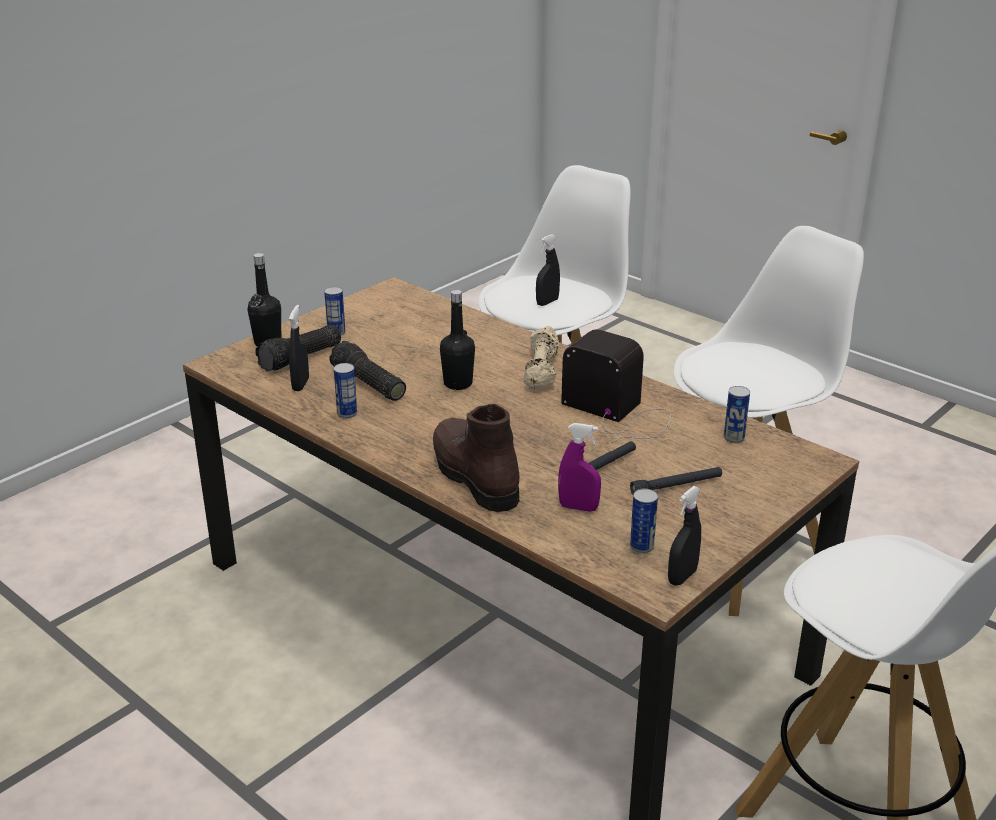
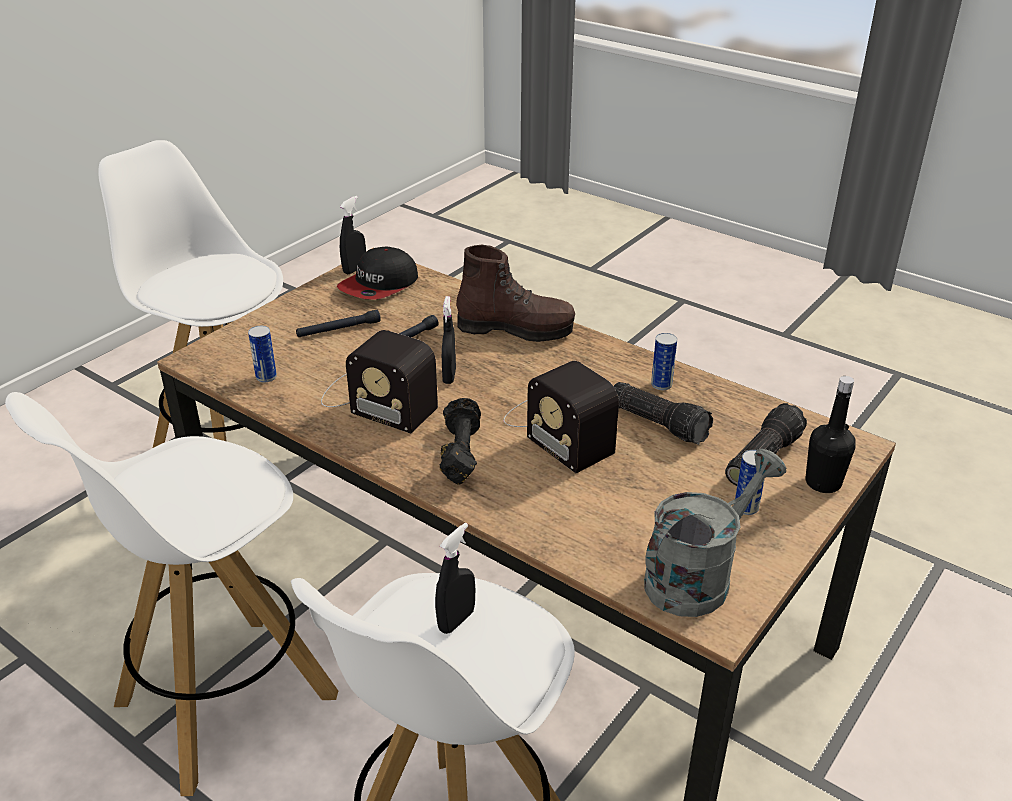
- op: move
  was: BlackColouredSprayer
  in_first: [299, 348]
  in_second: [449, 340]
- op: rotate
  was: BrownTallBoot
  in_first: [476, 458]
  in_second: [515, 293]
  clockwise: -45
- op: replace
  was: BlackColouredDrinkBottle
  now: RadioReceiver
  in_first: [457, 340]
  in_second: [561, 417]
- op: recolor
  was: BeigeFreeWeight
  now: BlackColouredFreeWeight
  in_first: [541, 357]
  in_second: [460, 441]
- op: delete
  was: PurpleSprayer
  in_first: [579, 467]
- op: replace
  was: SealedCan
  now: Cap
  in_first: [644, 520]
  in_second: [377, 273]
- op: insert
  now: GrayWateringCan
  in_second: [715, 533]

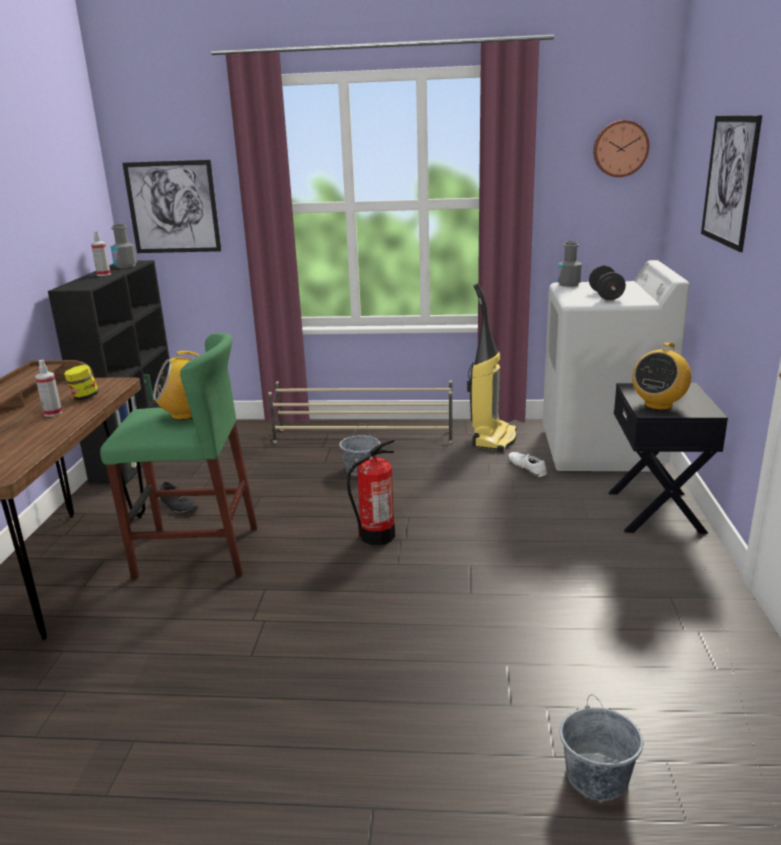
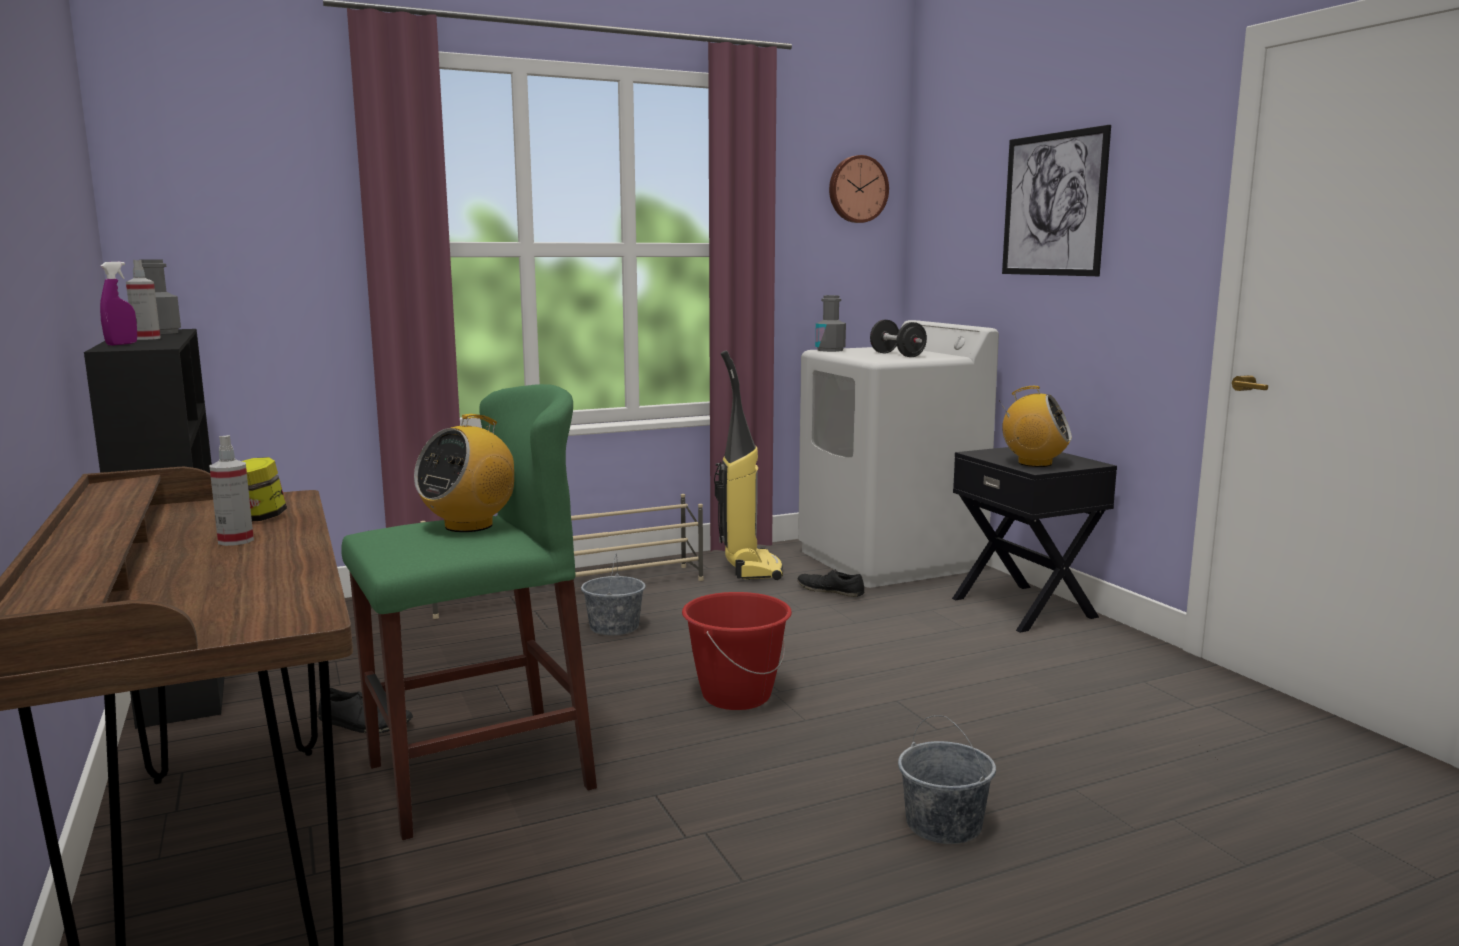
- op: delete
  was: Picture
  in_first: [172, 206]
- op: replace
  was: Extinguisher
  now: ReddishBucket
  in_first: [371, 492]
  in_second: [737, 651]
- op: recolor
  was: WhitishLowShoe
  now: BlackColouredLowShoe
  in_first: [527, 464]
  in_second: [830, 583]
- op: move
  was: GrayBucket
  in_first: [602, 747]
  in_second: [947, 779]
- op: rotate
  was: RadioReceiver
  in_first: [661, 376]
  in_second: [1036, 426]
  clockwise: -75
- op: insert
  now: PurpleSprayer
  in_second: [118, 303]

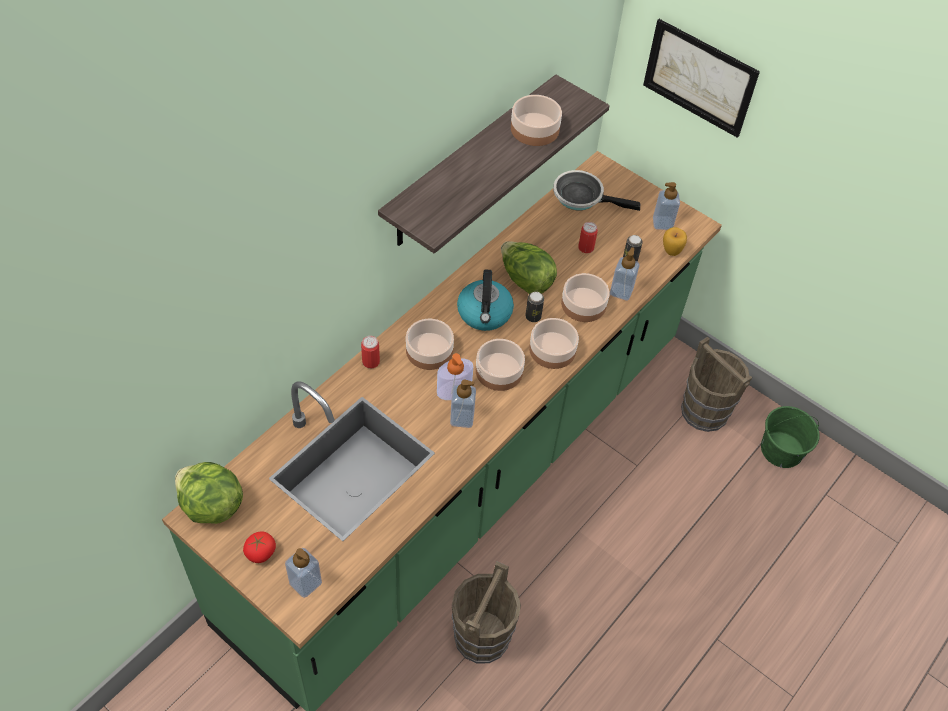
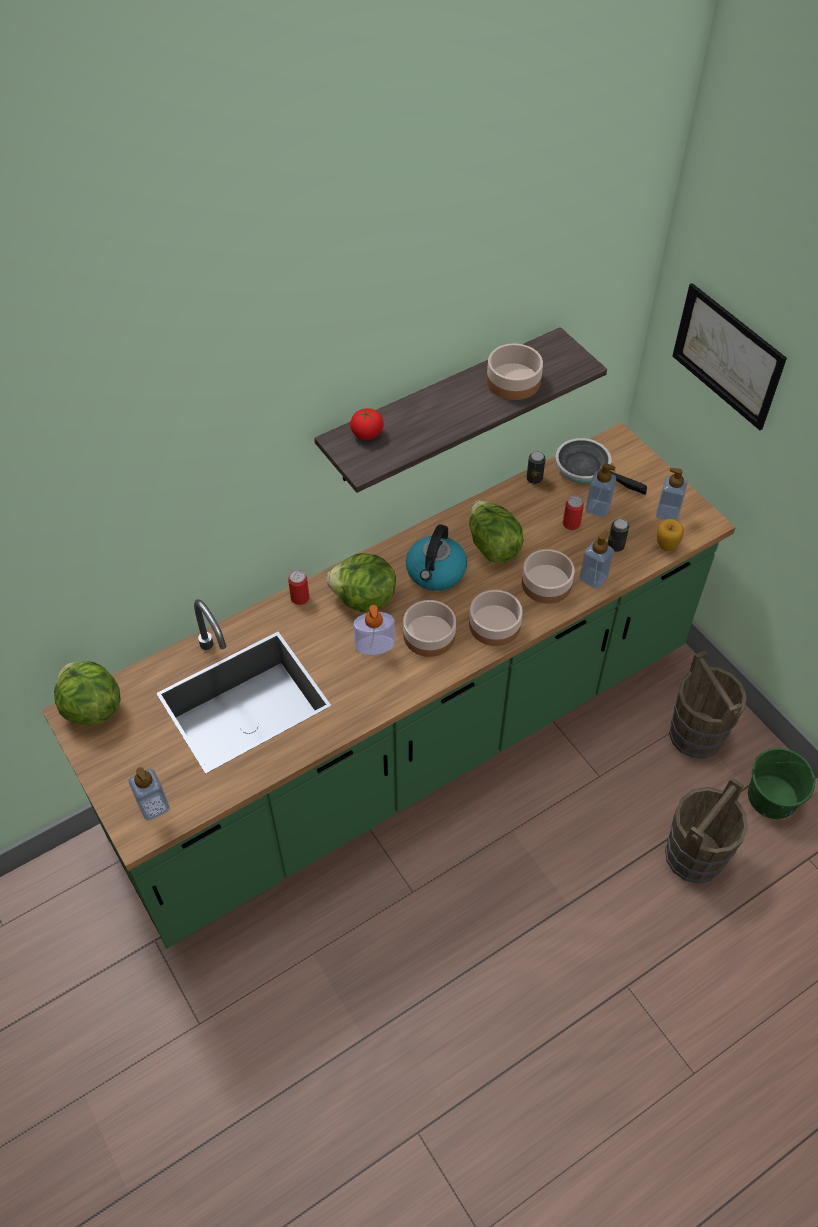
- op: move
  was: FreshTomato
  in_first: [259, 547]
  in_second: [367, 424]
- op: replace
  was: DeepDish
  now: Lettuce
  in_first: [430, 344]
  in_second: [361, 582]
- op: move
  was: LiquidSoapBottle
  in_first: [463, 404]
  in_second: [600, 490]
- op: move
  was: BrownBucket
  in_first: [486, 612]
  in_second: [706, 830]
- op: move
  was: SealedCan
  in_first: [534, 307]
  in_second: [536, 467]

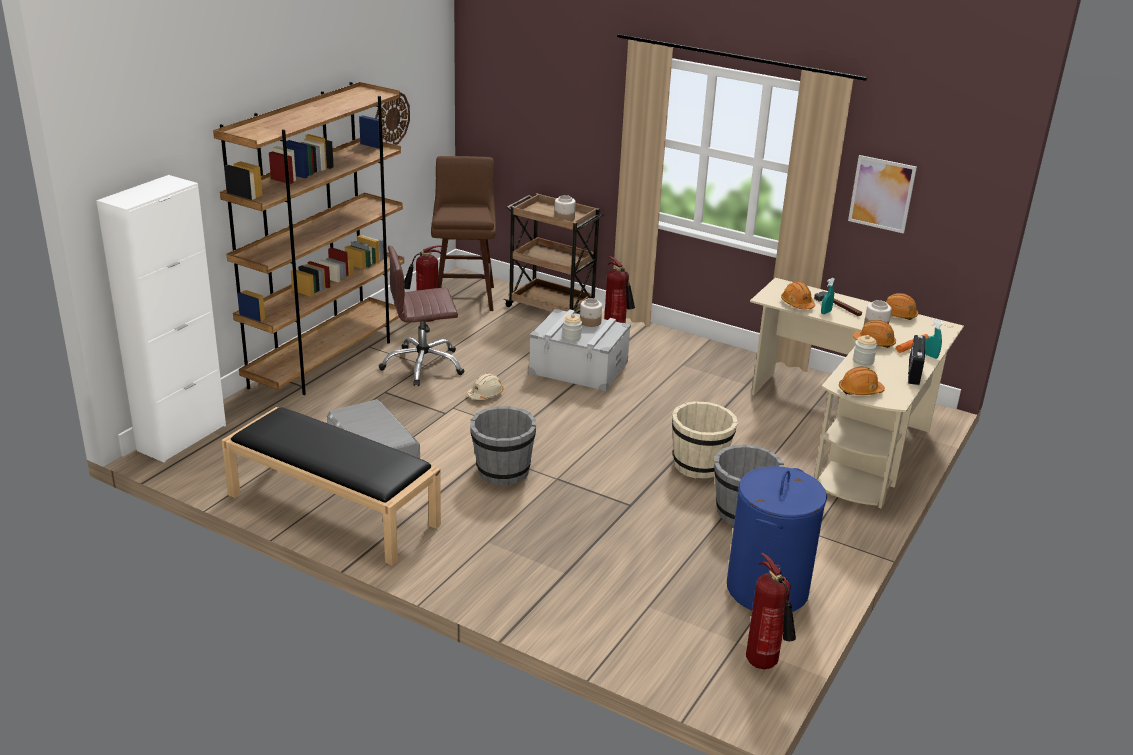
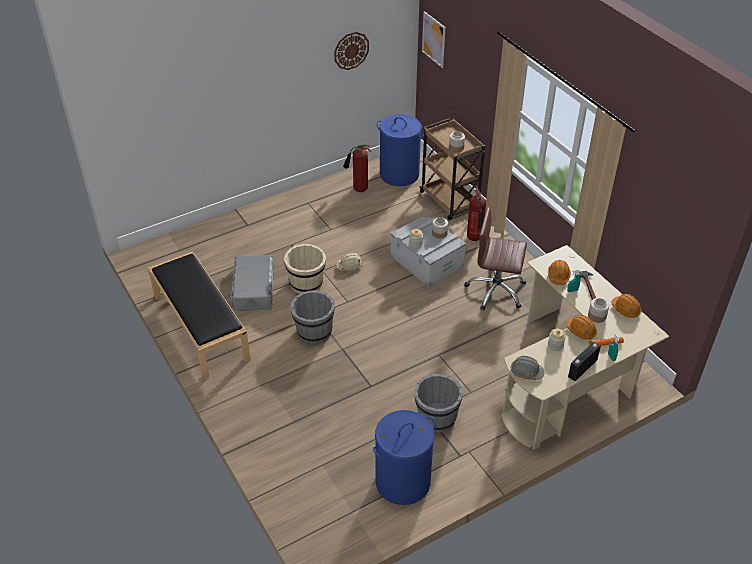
- op: delete
  was: WhitishCupboard
  in_first: [161, 318]
- op: delete
  was: BrownShelvingUnit
  in_first: [308, 238]
- op: move
  was: BrownDeskChair
  in_first: [421, 315]
  in_second: [495, 259]
- op: replace
  was: BrownStool
  now: BluishLaundryBasket
  in_first: [463, 233]
  in_second: [400, 150]
- op: move
  was: BeigeBucket
  in_first: [705, 440]
  in_second: [305, 269]
- op: delete
  was: Extinguisher
  in_first: [771, 611]
- op: recolor
  was: OrangeySafetyHelmet
  now: GraySafetyHelmet
  in_first: [862, 381]
  in_second: [528, 368]
- op: move
  was: Picture
  in_first: [882, 194]
  in_second: [434, 39]

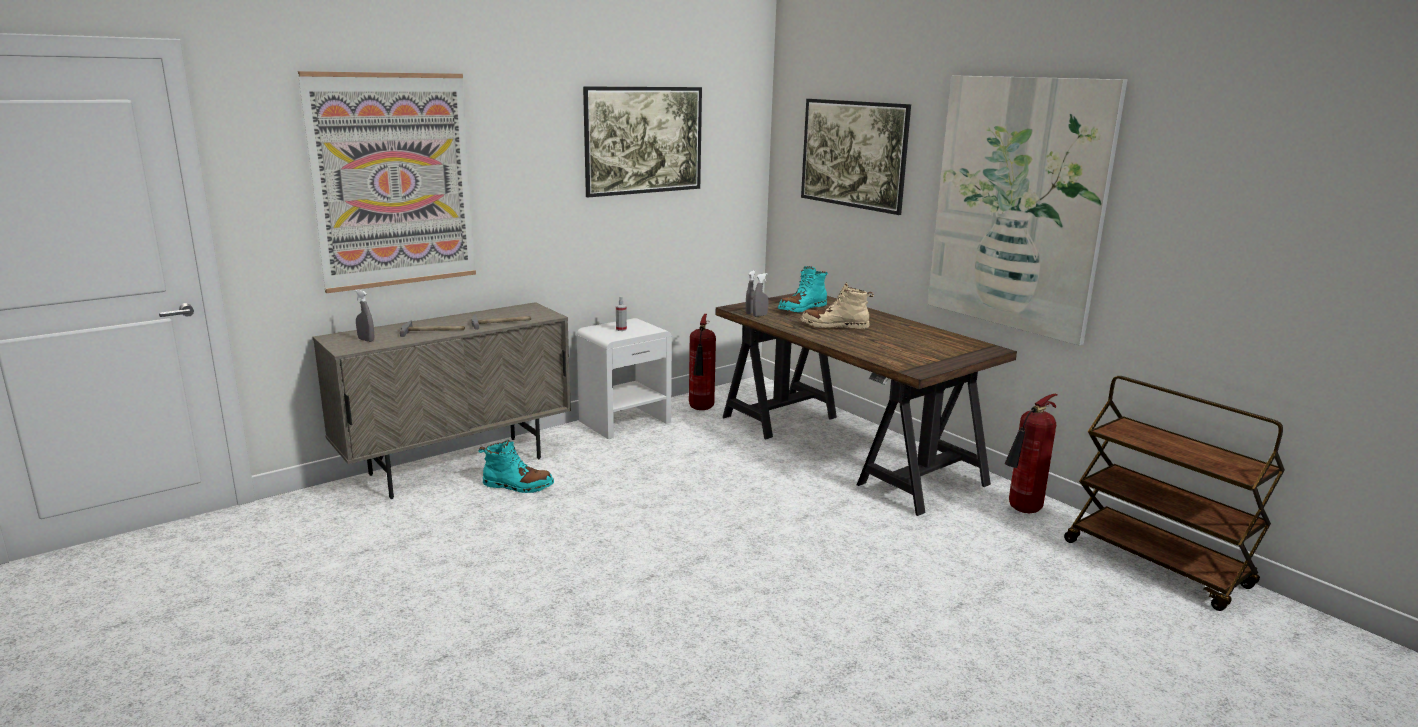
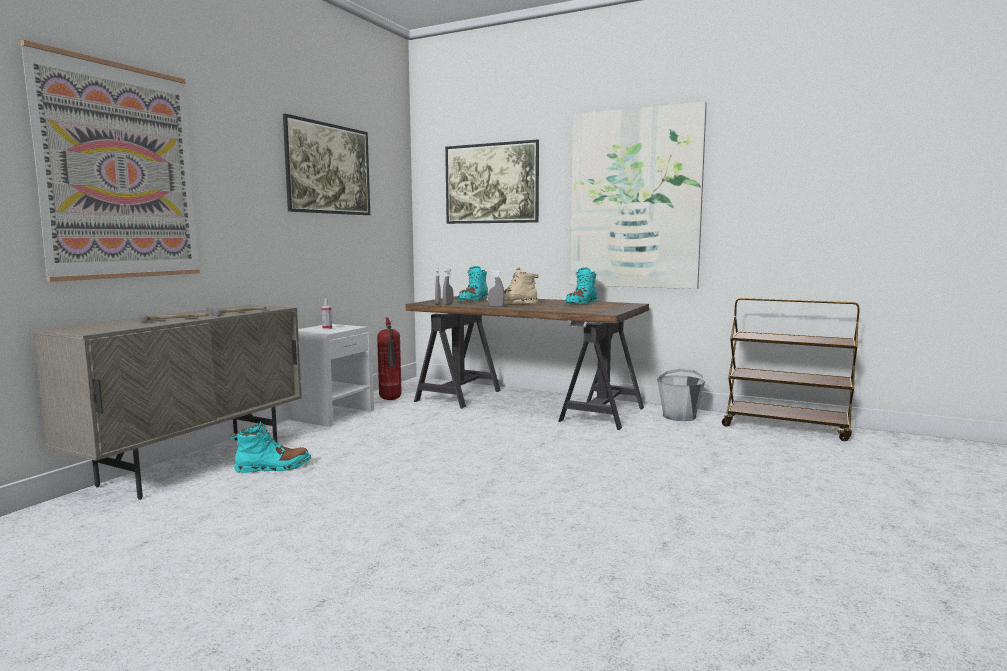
- op: move
  was: GraySprayer
  in_first: [365, 316]
  in_second: [496, 288]
- op: replace
  was: Extinguisher
  now: GrayBucket
  in_first: [1031, 453]
  in_second: [681, 395]
- op: insert
  now: BlueGreenTallBoot
  in_second: [581, 286]

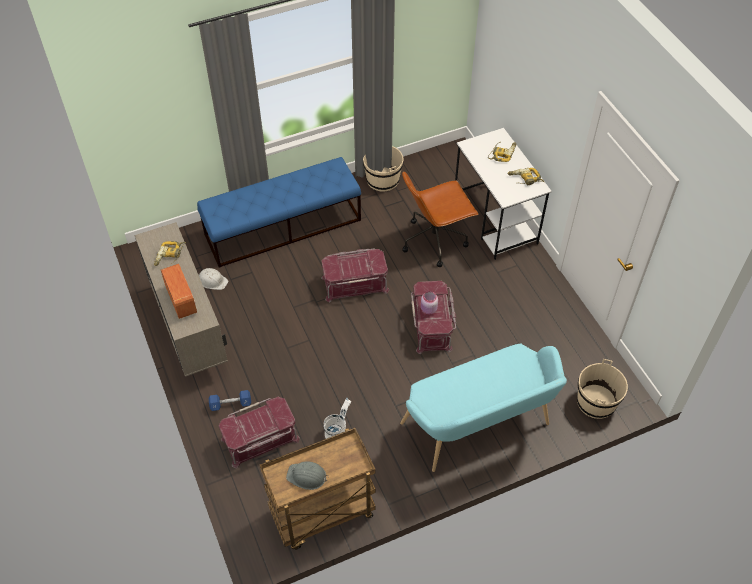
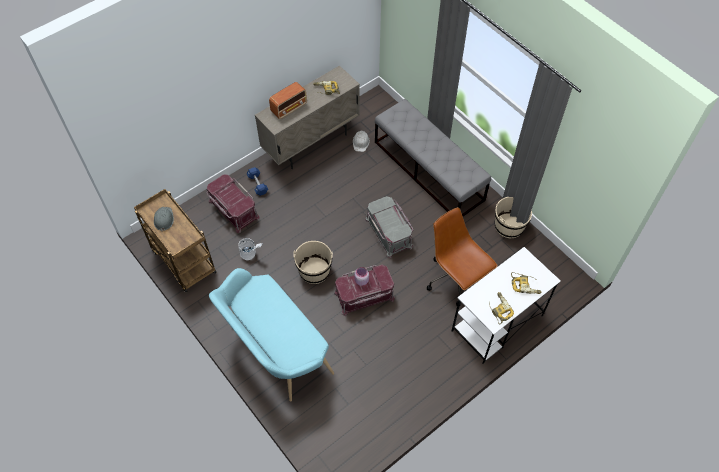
- op: recolor
  was: BluishLongSeat
  now: GrayLongSeat
  in_first: [279, 212]
  in_second: [433, 157]
- op: recolor
  was: ReddishStorageContainer
  now: GrayStorageContainer
  in_first: [355, 275]
  in_second: [389, 227]
- op: move
  was: BeigeBucket
  in_first: [602, 389]
  in_second: [313, 262]

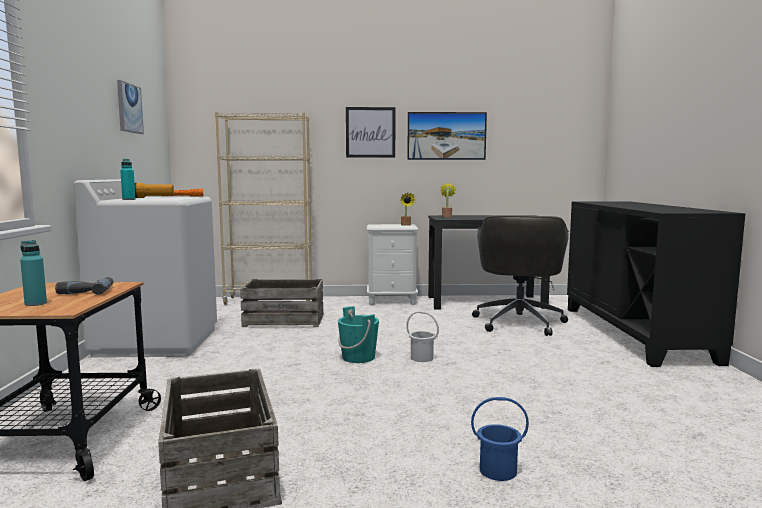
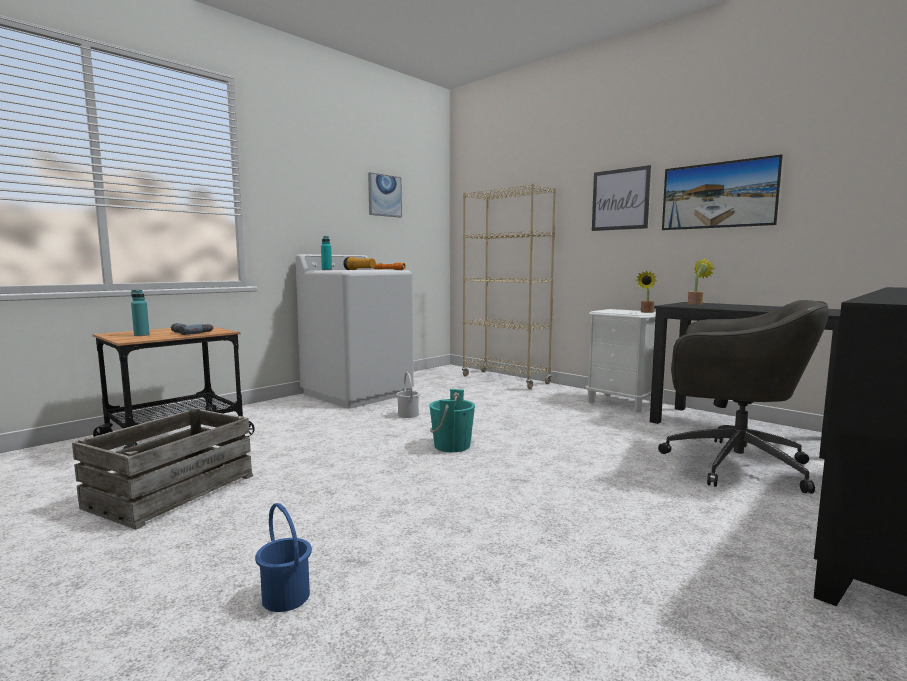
- op: delete
  was: PackingCrate
  in_first: [282, 303]
- op: move
  was: WhitishBucket
  in_first: [422, 336]
  in_second: [408, 395]
- op: rotate
  was: GrayDeskChair
  in_first: [520, 275]
  in_second: [743, 397]
  clockwise: -120

